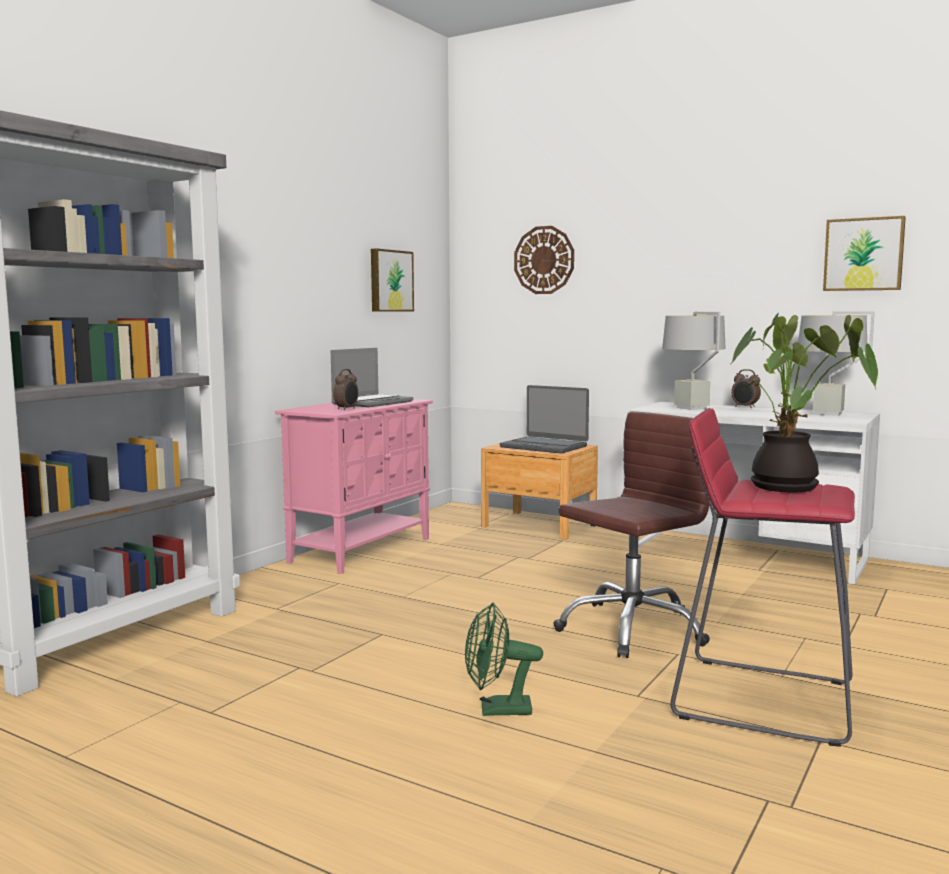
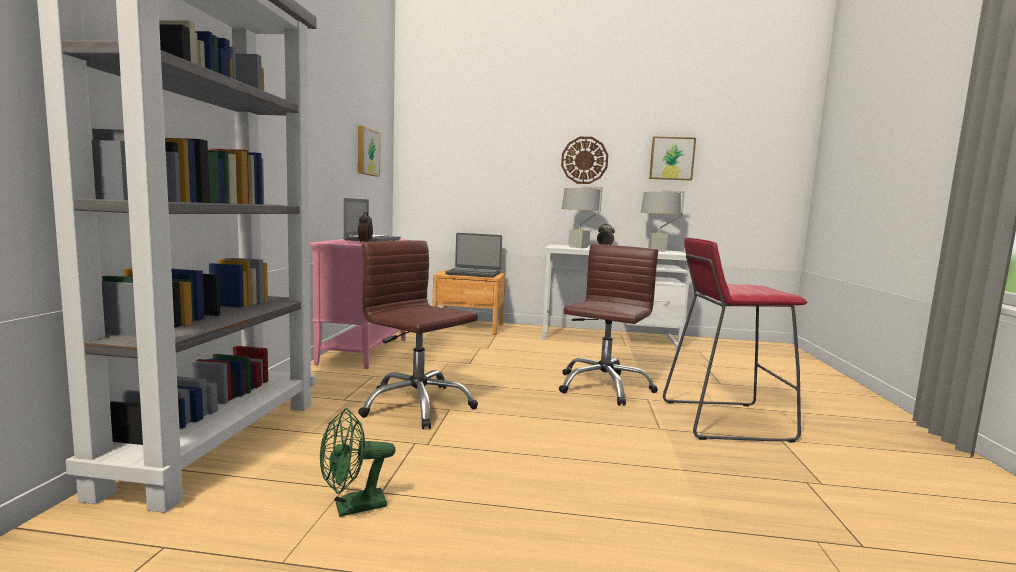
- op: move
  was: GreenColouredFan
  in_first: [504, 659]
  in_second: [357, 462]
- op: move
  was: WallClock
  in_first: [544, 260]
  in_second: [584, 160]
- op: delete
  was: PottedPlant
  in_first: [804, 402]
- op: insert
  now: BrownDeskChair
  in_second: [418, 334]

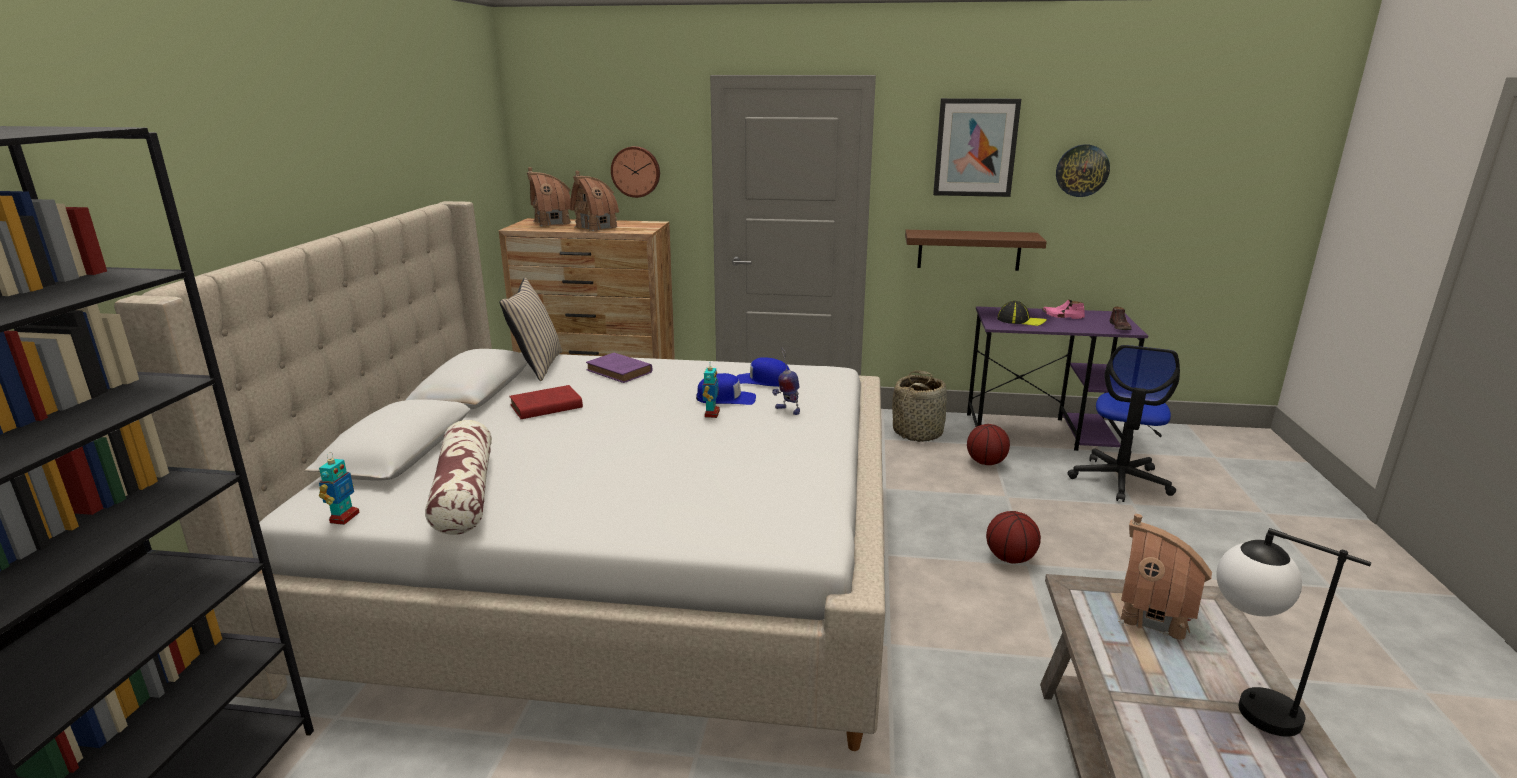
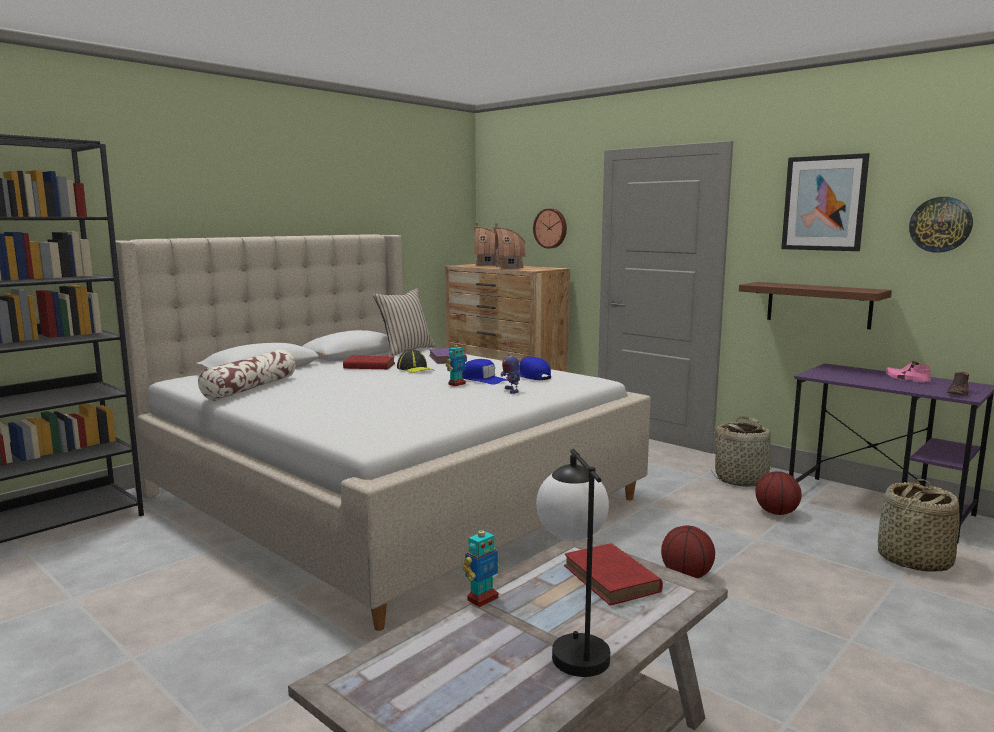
- op: move
  was: RobotFigure
  in_first: [339, 488]
  in_second: [480, 565]
- op: move
  was: Cap
  in_first: [1022, 313]
  in_second: [416, 361]
- op: replace
  was: DeskChair
  now: StorageBasket
  in_first: [1124, 423]
  in_second: [919, 525]
- op: replace
  was: MiniatureHouse
  now: ReddishVolume
  in_first: [1165, 578]
  in_second: [613, 574]

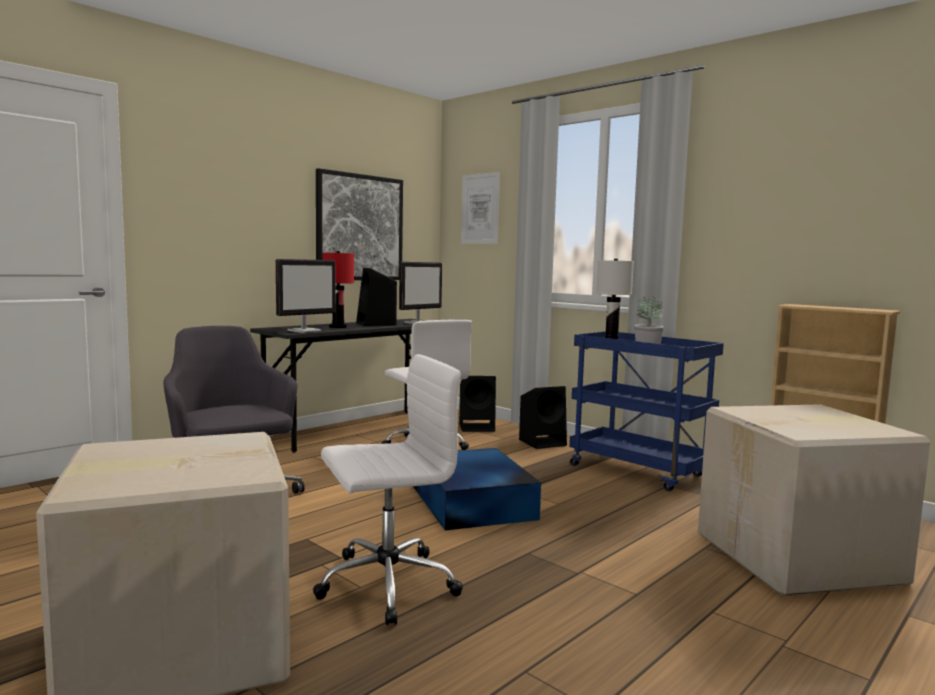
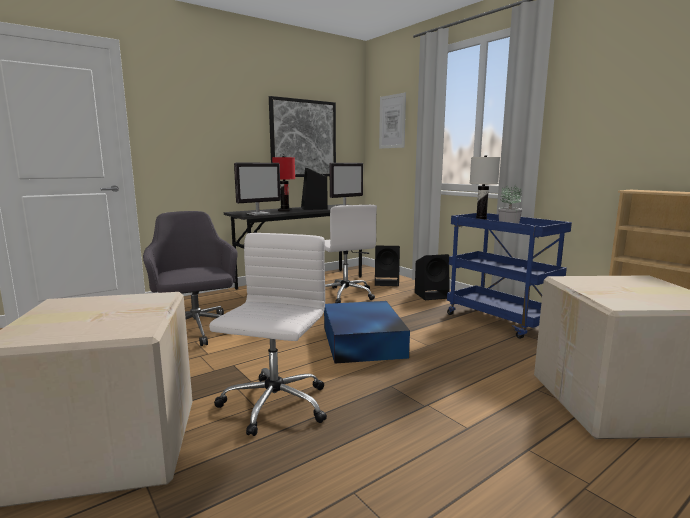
- op: rotate
  was: WhitishDeskChair
  in_first: [388, 489]
  in_second: [268, 334]
  clockwise: -60

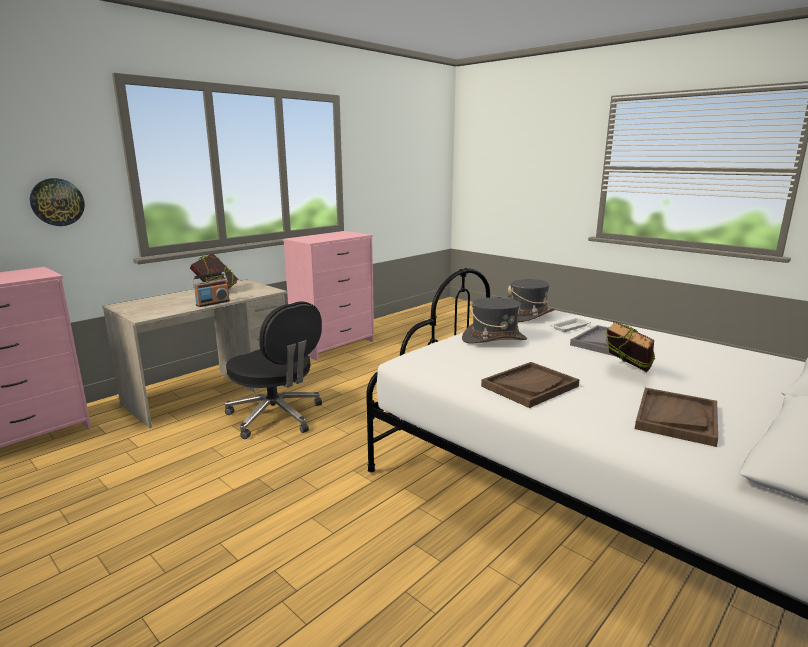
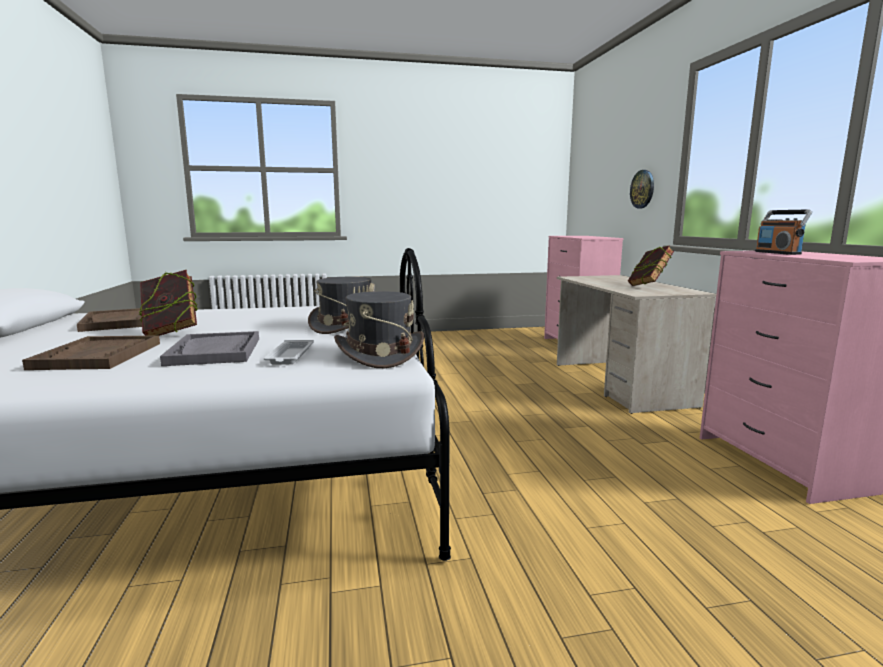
- op: move
  was: RadioReceiver
  in_first: [210, 289]
  in_second: [783, 232]
- op: delete
  was: BlackColouredDeskChair
  in_first: [273, 370]
- op: move
  was: BrownTray
  in_first: [530, 385]
  in_second: [91, 352]

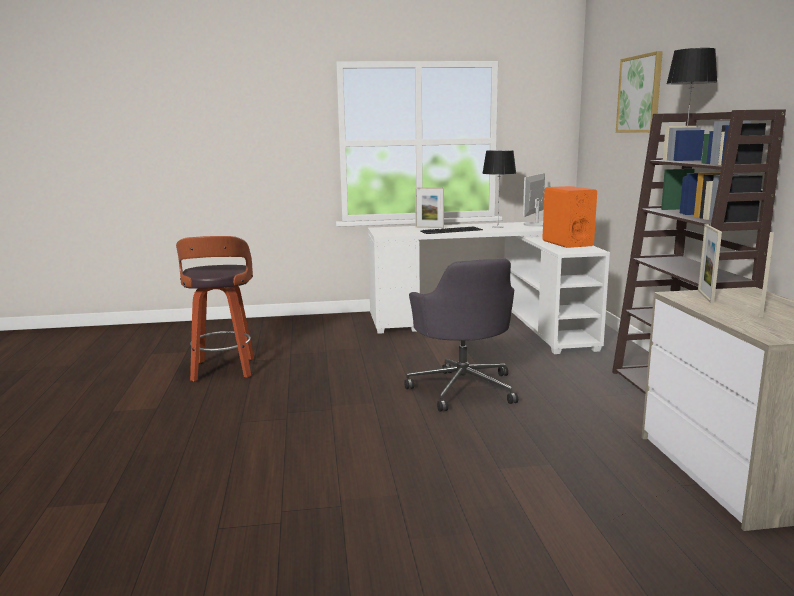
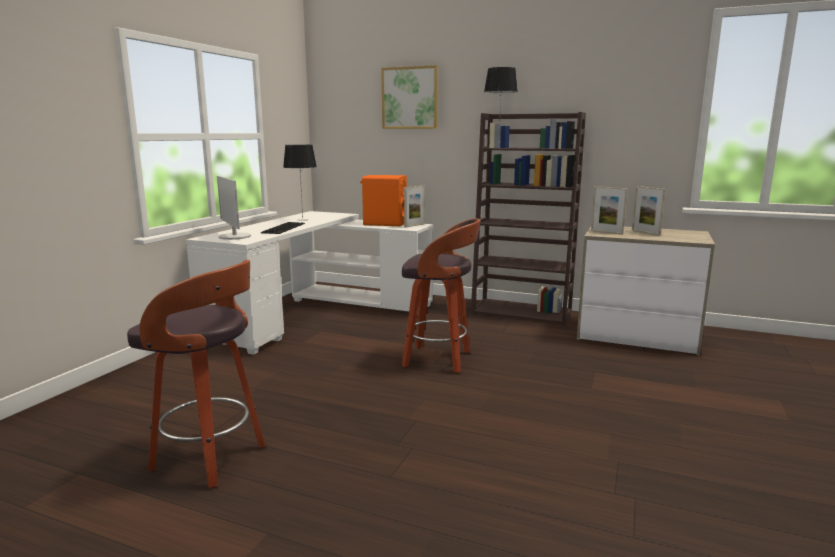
- op: replace
  was: GrayDeskChair
  now: Stool
  in_first: [461, 335]
  in_second: [441, 296]
- op: move
  was: PhotoFrame
  in_first: [429, 208]
  in_second: [414, 207]
- op: move
  was: ComputerScreen
  in_first: [534, 200]
  in_second: [234, 208]

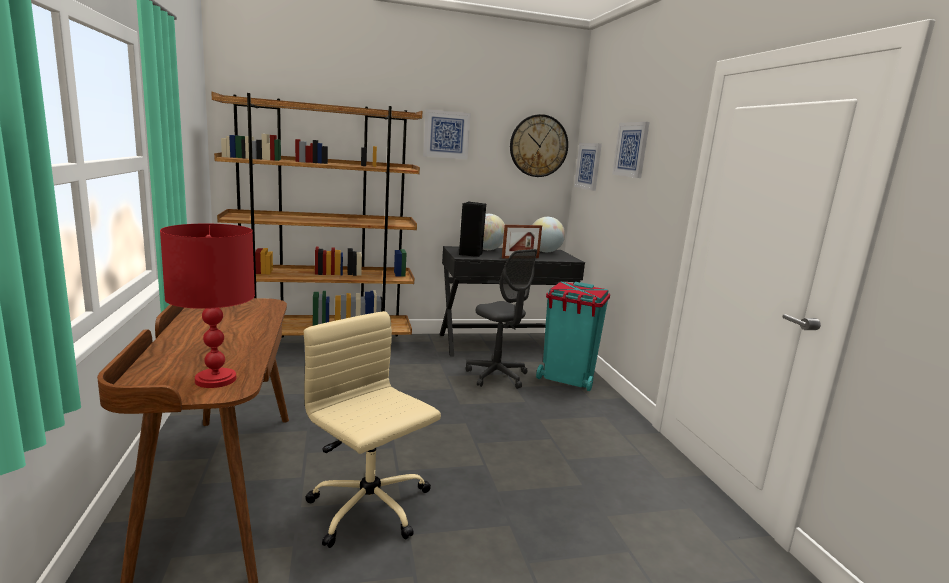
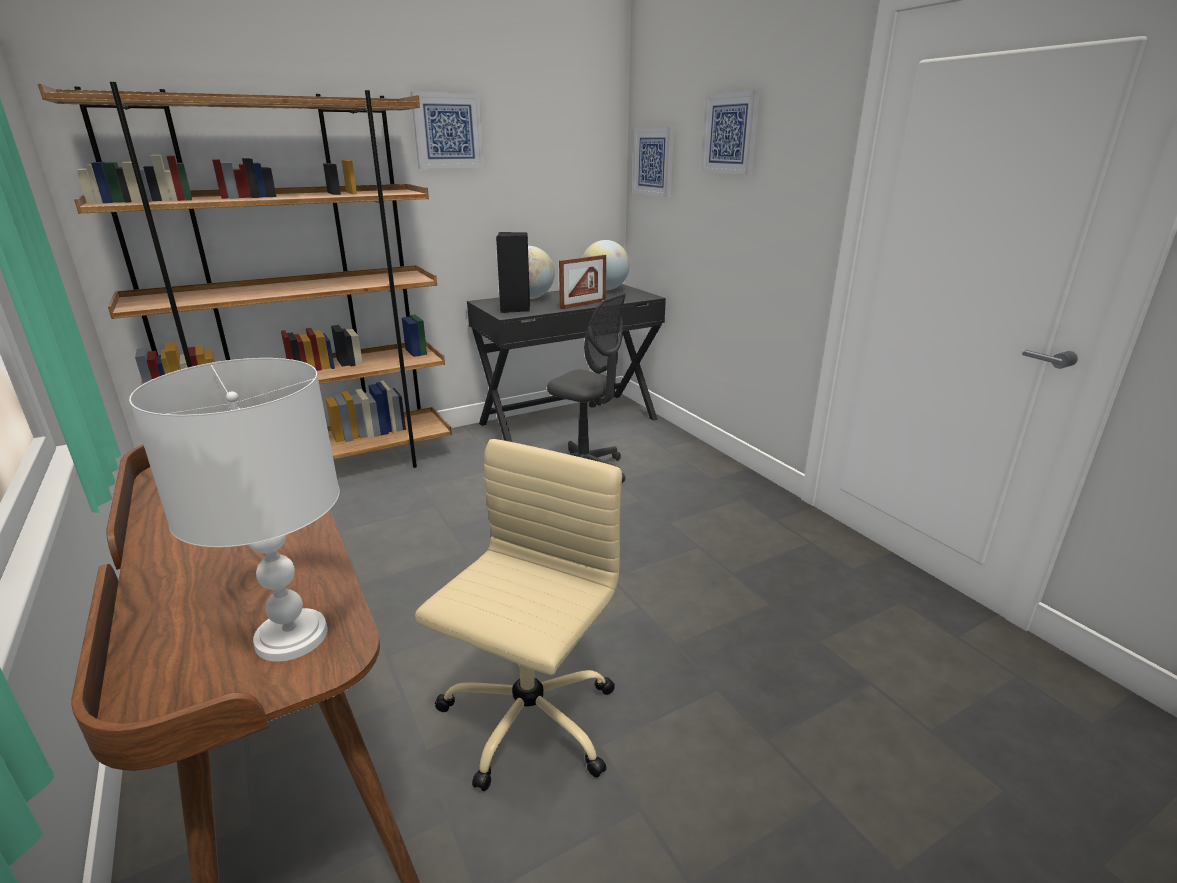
- op: recolor
  was: ReddishLampForATable
  now: WhitishLampForATable
  in_first: [207, 306]
  in_second: [234, 510]
- op: rotate
  was: BeigeDeskChair
  in_first: [372, 429]
  in_second: [518, 615]
  clockwise: 90
- op: delete
  was: WallClock
  in_first: [539, 145]
- op: delete
  was: BlueGreenWasteBin
  in_first: [573, 336]

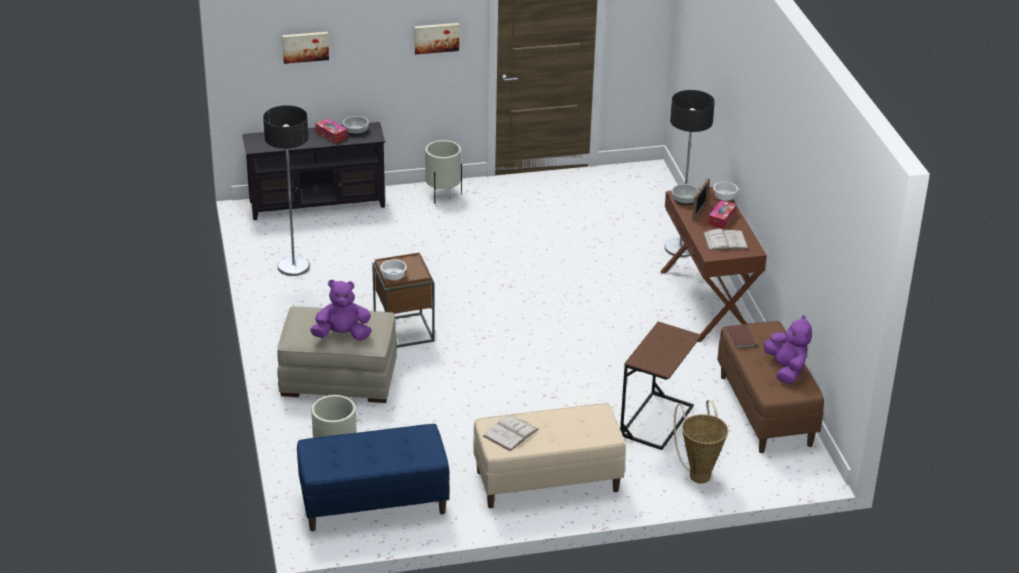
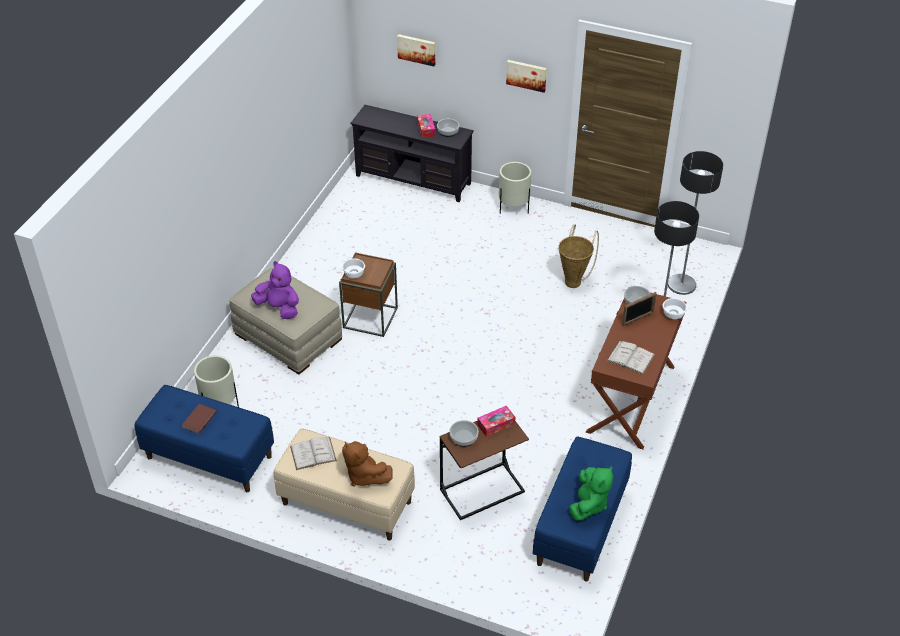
- op: move
  was: StandardLamp
  in_first: [286, 190]
  in_second: [695, 223]
- op: move
  was: StorageBasket
  in_first: [701, 441]
  in_second: [578, 256]
- op: move
  was: TissueHolder
  in_first: [722, 214]
  in_second: [496, 421]
- op: recolor
  was: BrownLongSeat
  now: BluishLongSeat
  in_first: [770, 387]
  in_second: [582, 508]
- op: move
  was: BrownVolume
  in_first: [742, 337]
  in_second: [199, 419]
- op: recolor
  was: PurpleCuddlyToy
  now: GreenColouredCuddlyToy
  in_first: [788, 349]
  in_second: [591, 493]
- op: insert
  now: BrownCuddlyToy
  in_second: [367, 464]
- op: insert
  now: DeepDish
  in_second: [464, 433]

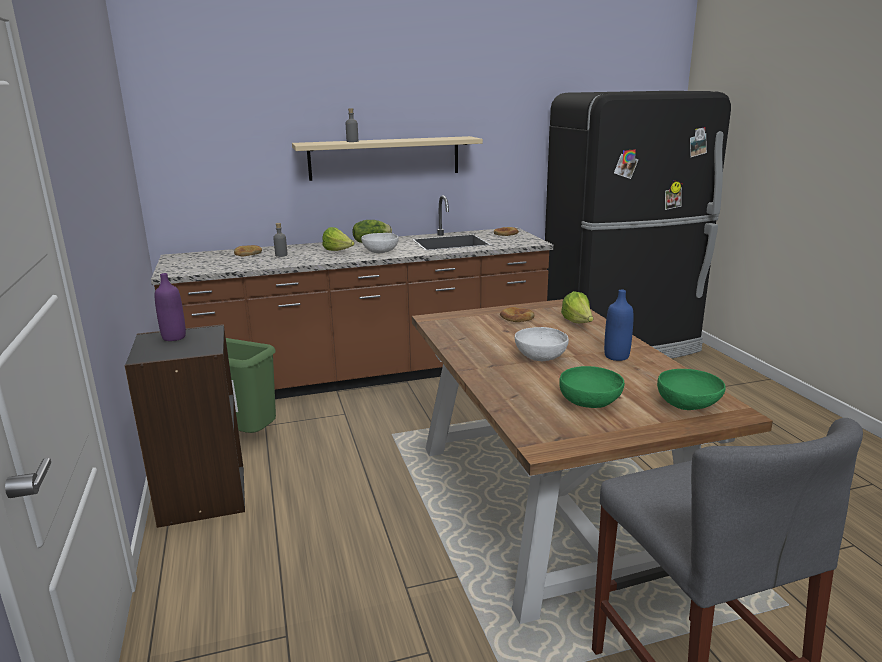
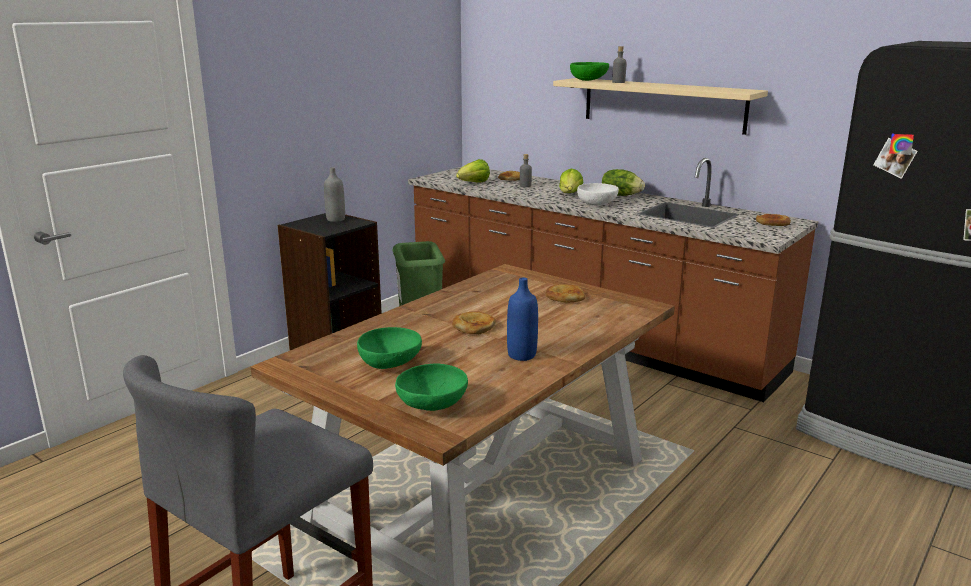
- op: recolor
  was: PurpleDrinkBottle
  now: GrayDrinkBottle
  in_first: [170, 307]
  in_second: [334, 194]
- op: replace
  was: WhitishDeepDish
  now: Bread
  in_first: [542, 344]
  in_second: [474, 322]
- op: move
  was: Lettuce
  in_first: [577, 307]
  in_second: [473, 171]
- op: insert
  now: GreenColouredDeepDish
  in_second: [589, 71]

